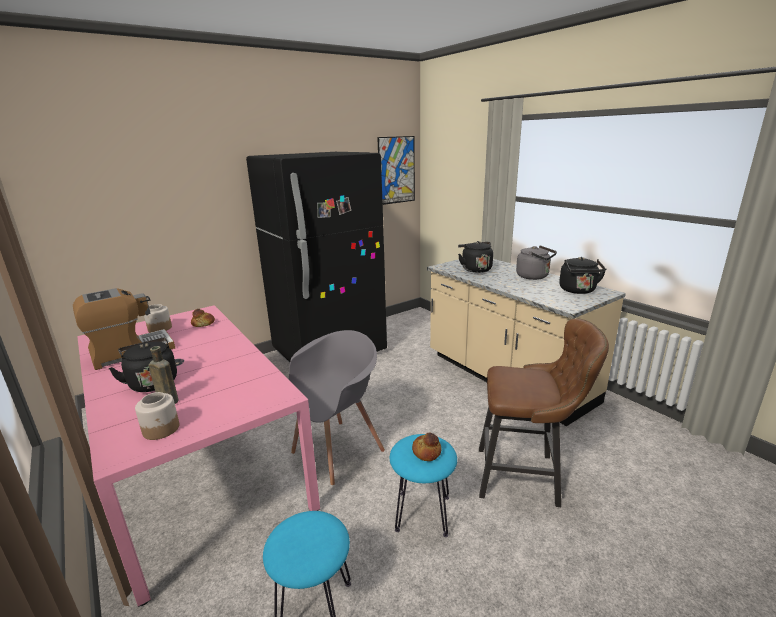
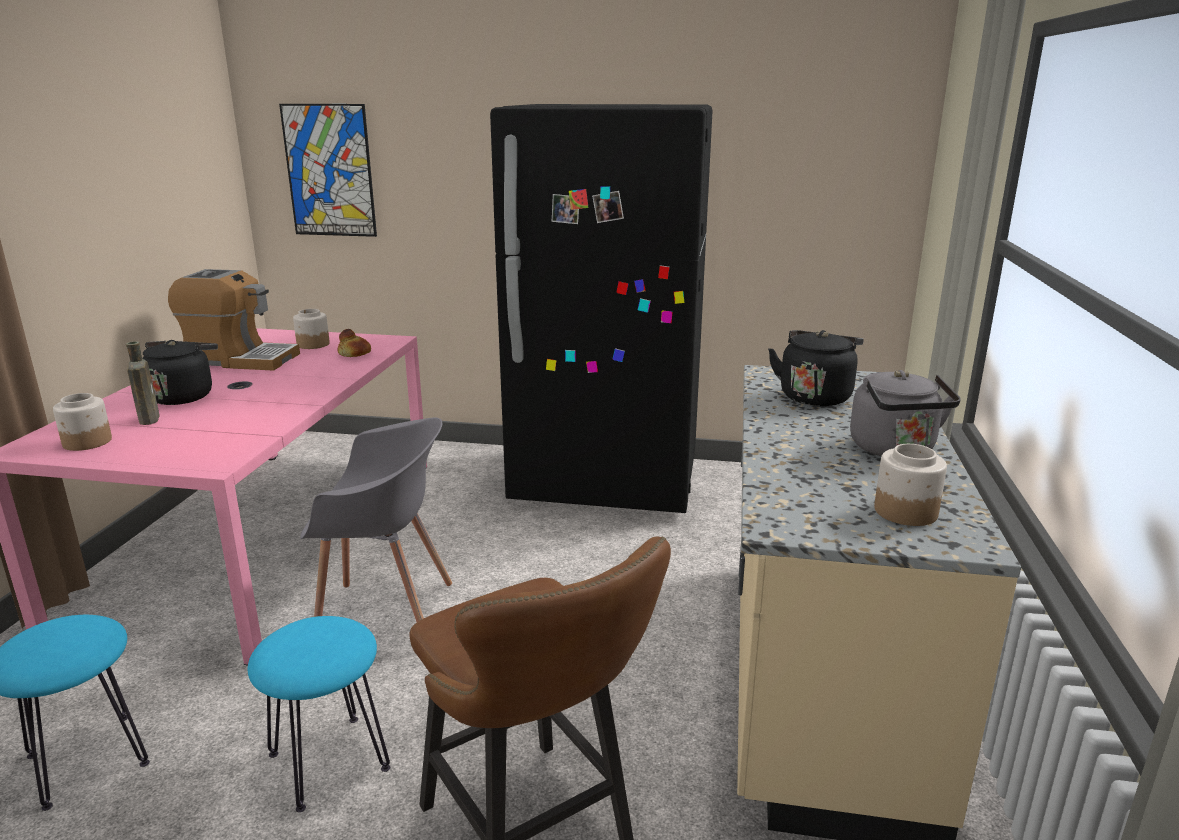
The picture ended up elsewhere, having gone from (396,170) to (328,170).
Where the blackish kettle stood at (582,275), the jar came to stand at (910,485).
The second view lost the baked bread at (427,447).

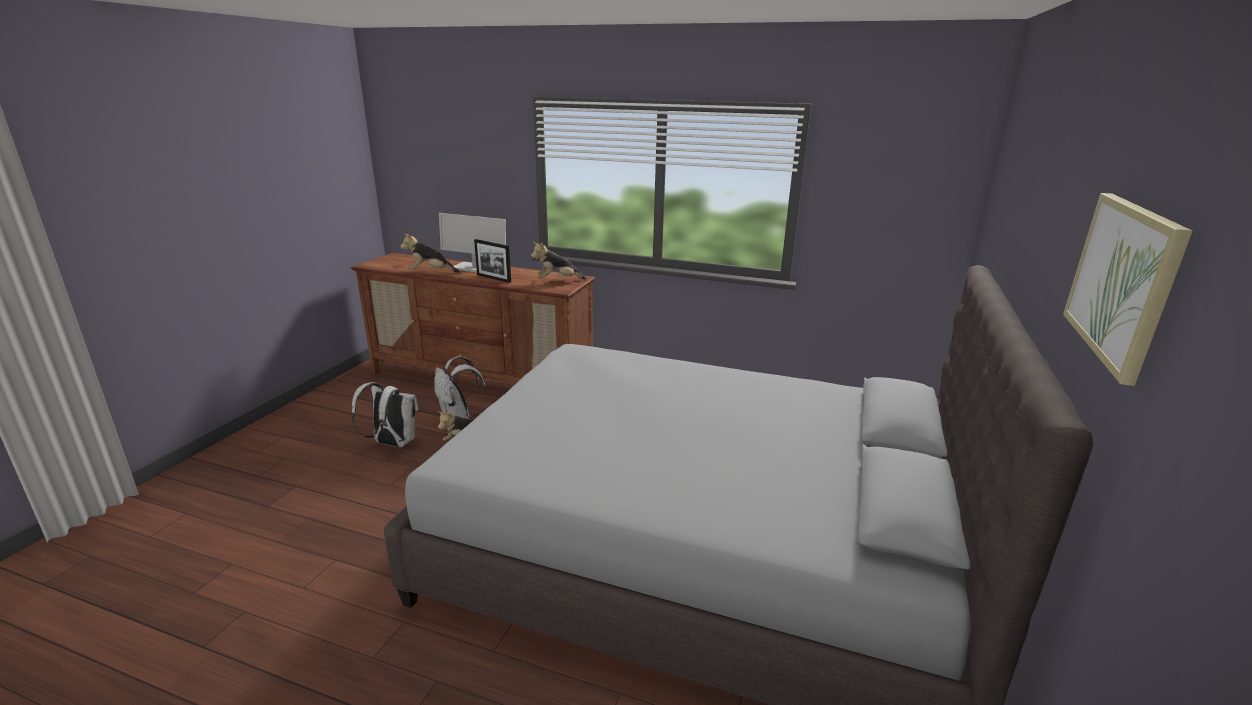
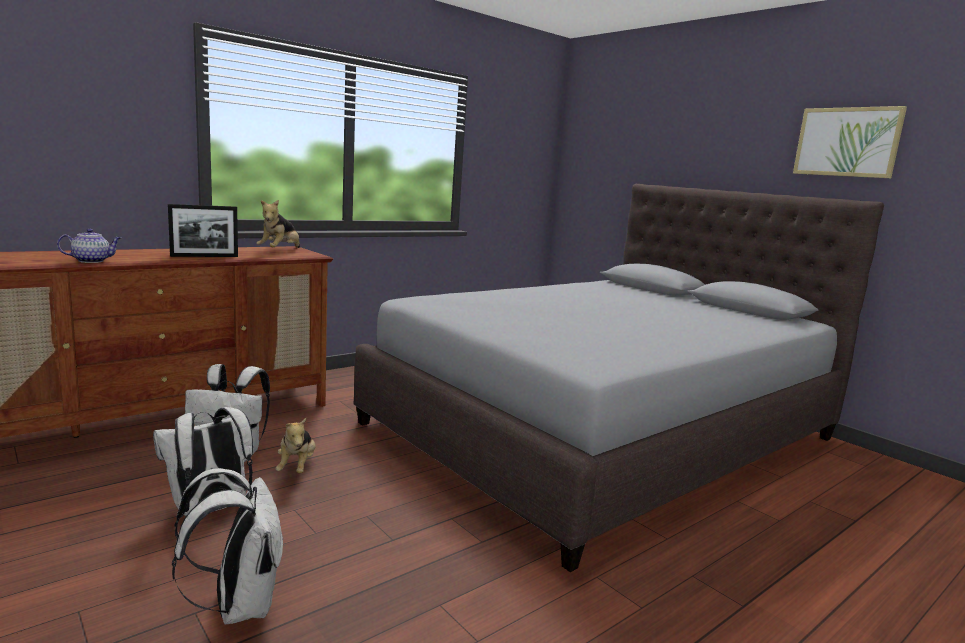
The second view lost the monitor at (472,243).
Where the plush toy stood at (430,252), the teapot came to stand at (89,246).
The second view gained the white knapsack at (228,546).

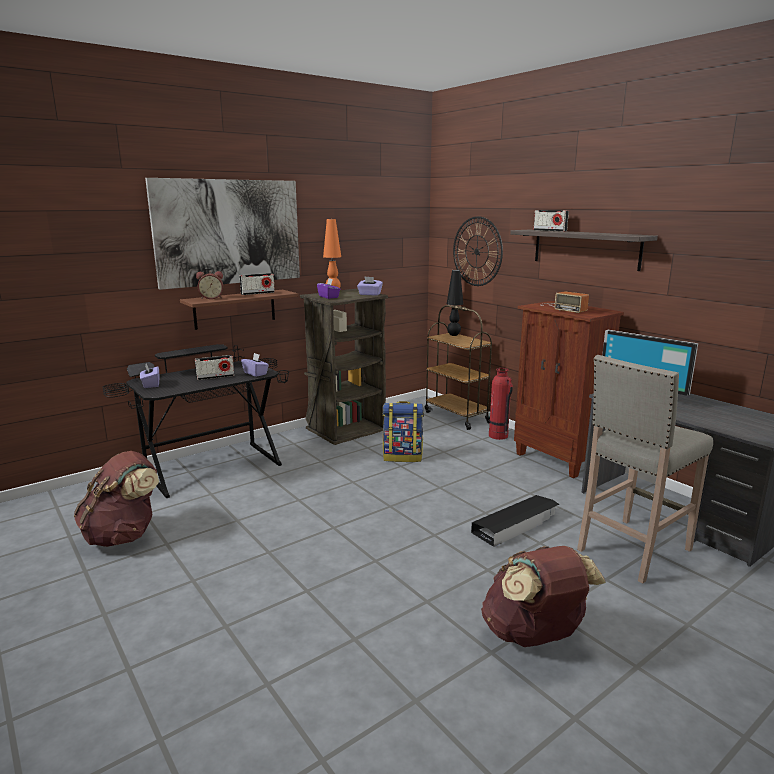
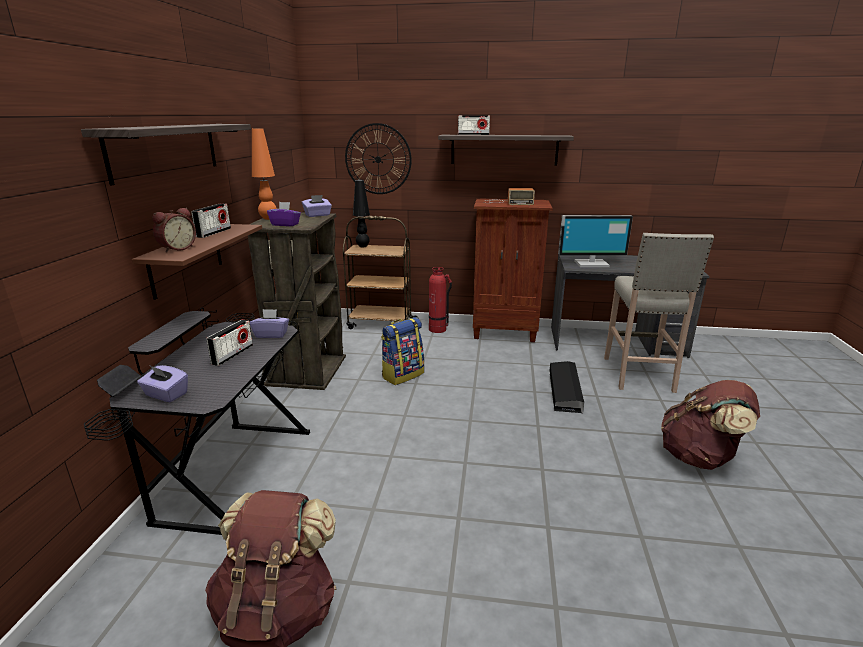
Where the picture hung at (222,234), the wall shelf came to hang at (166,155).

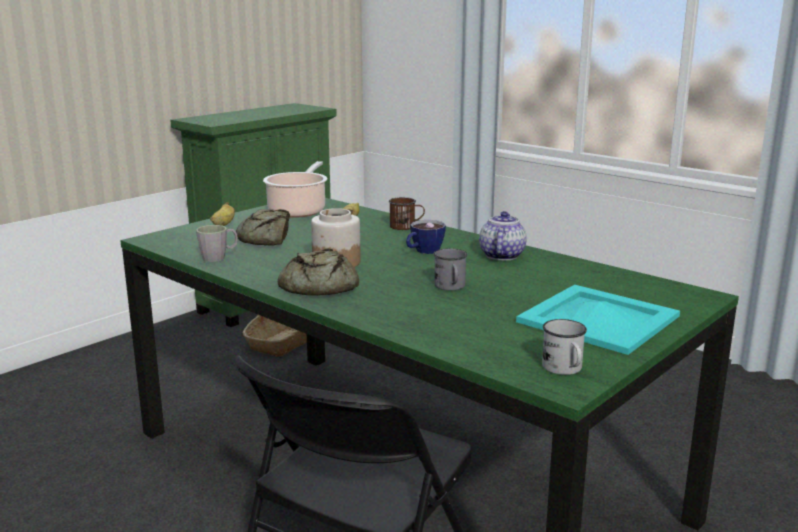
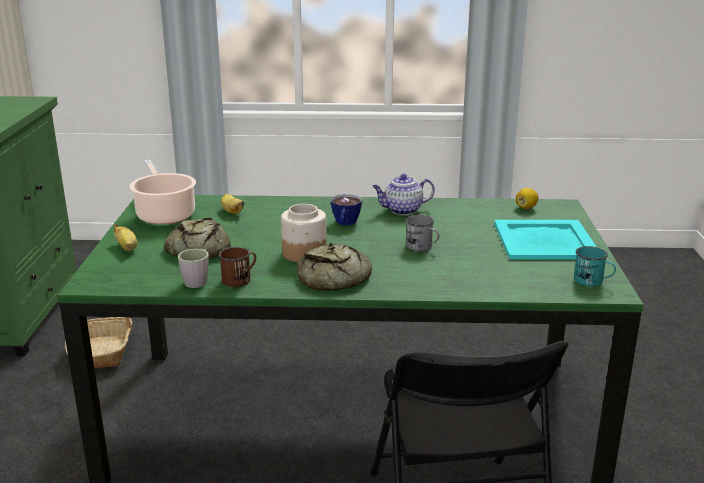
The brown-coloured coffee mug ended up elsewhere, having gone from (407,213) to (237,267).
The teapot at (503,235) ended up facing another way, 75 degrees counterclockwise from before.
What was the white coffee mug at (564,347) turned into the blue-green coffee mug at (595,266).
The second view gained the lemon at (527,198).

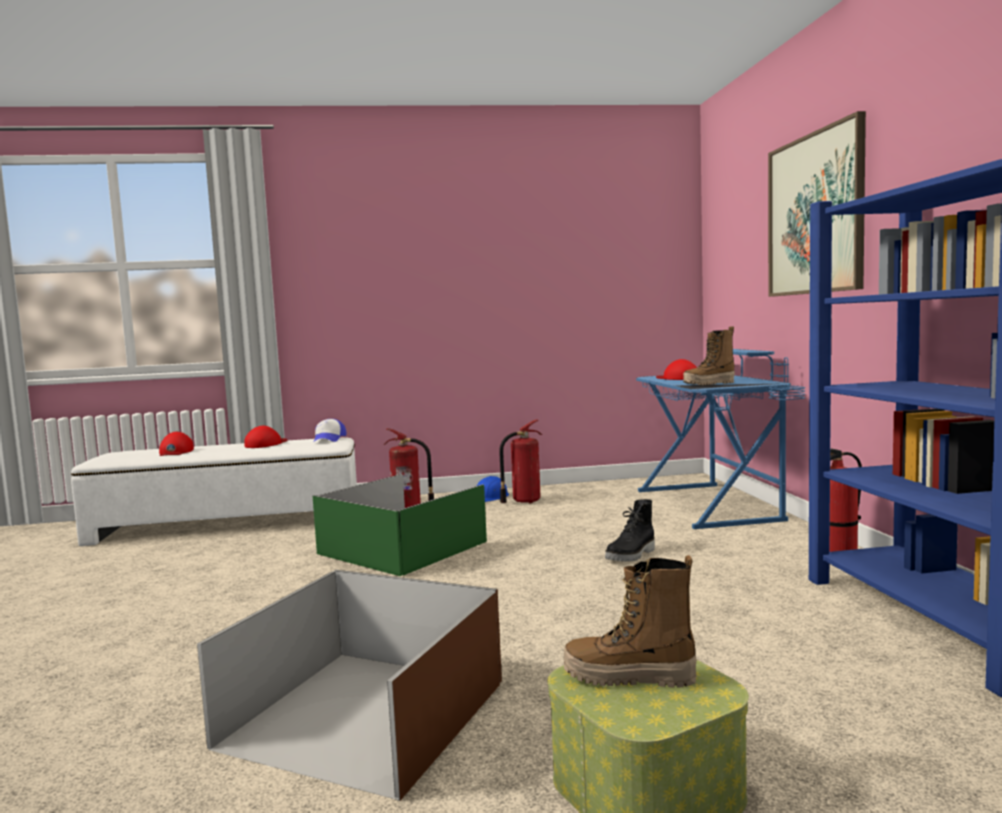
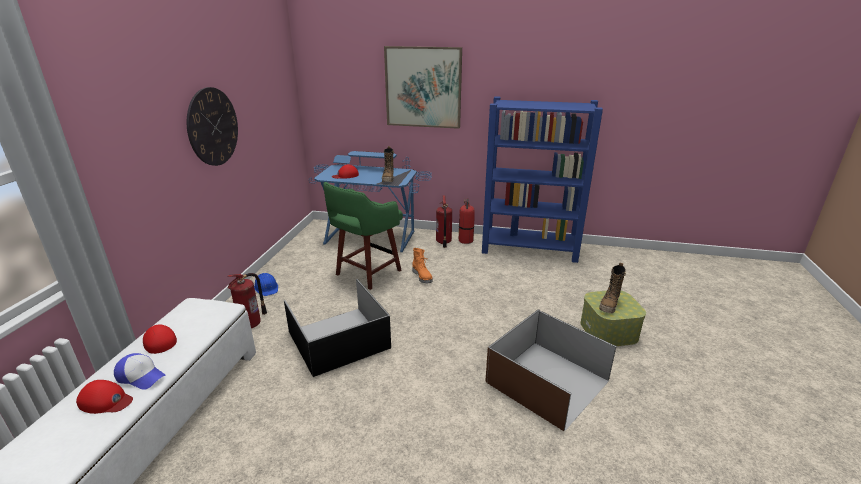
The baseball cap ended up elsewhere, having gone from (329,431) to (139,371).
The fire-fighting cylinder ended up elsewhere, having gone from (520,461) to (444,221).
What was the greenish storage container at (400,525) turned into the blackish storage container at (337,328).
What was the blackish high-top boot at (630,530) turned into the orange-coloured high-top boot at (422,265).
The second view gained the hanging clock at (212,126).
The second view gained the greenish stool seat at (363,236).

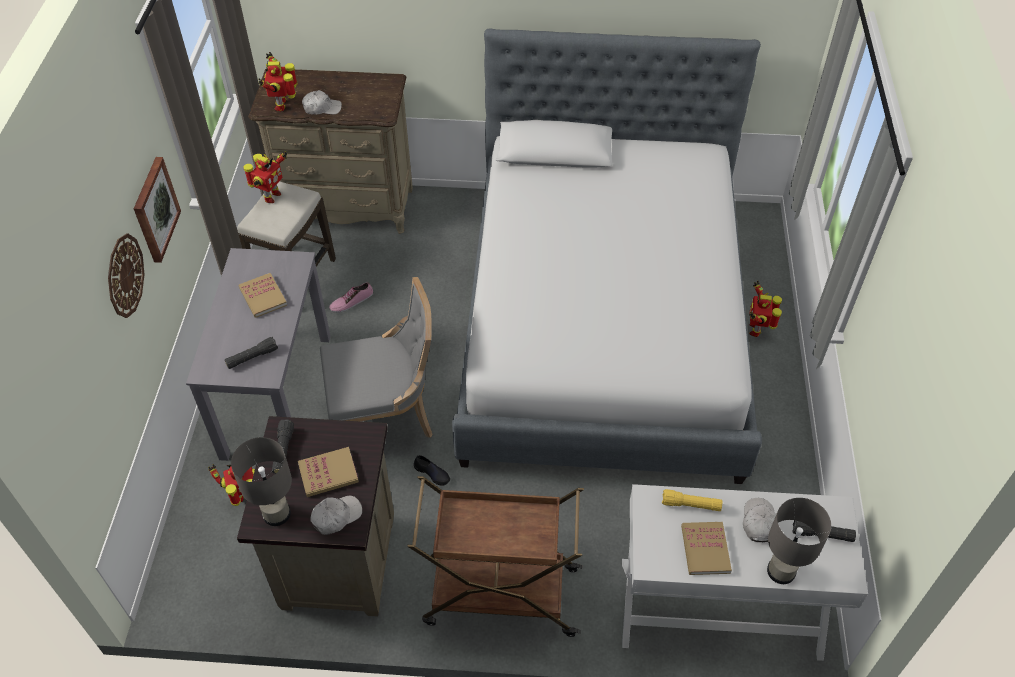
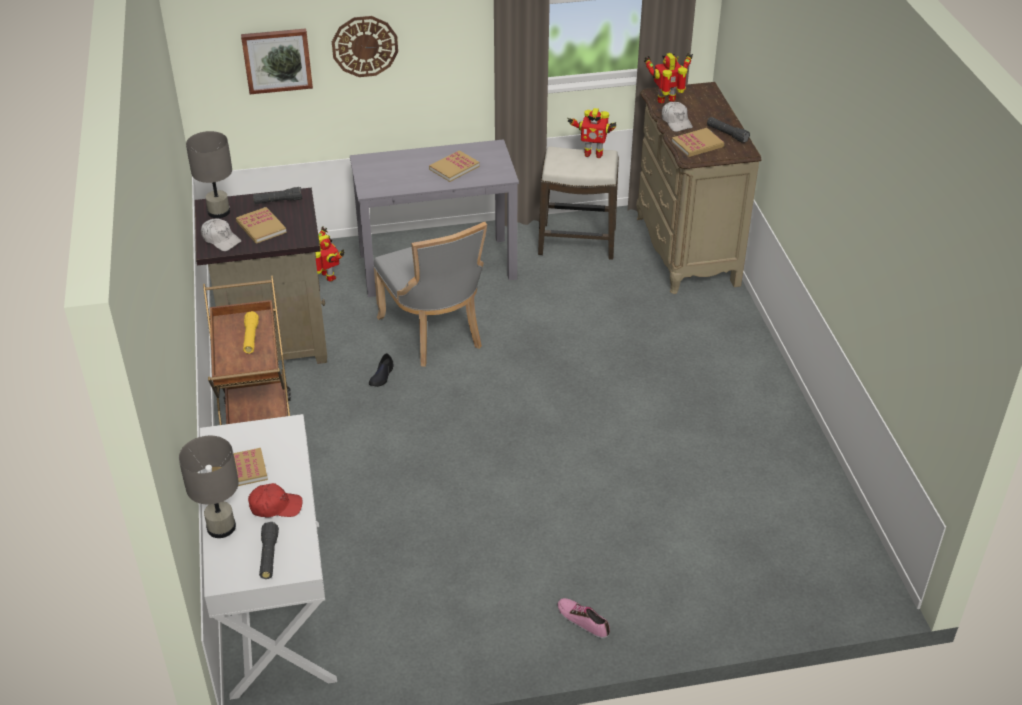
The second view lost the bedroom bed at (607,256).
The picture ended up elsewhere, having gone from (157,210) to (277,61).
The second view lost the toy robot at (765,308).
The item of footwear ended up elsewhere, having gone from (351,297) to (583,618).
The blackish flashlight ended up elsewhere, having gone from (251,353) to (728,130).
The yellow flashlight ended up elsewhere, having gone from (692,500) to (251,332).
What was the white baseball cap at (759,520) turned into the reddish baseball cap at (275,500).
The second view gained the bound book at (698,142).

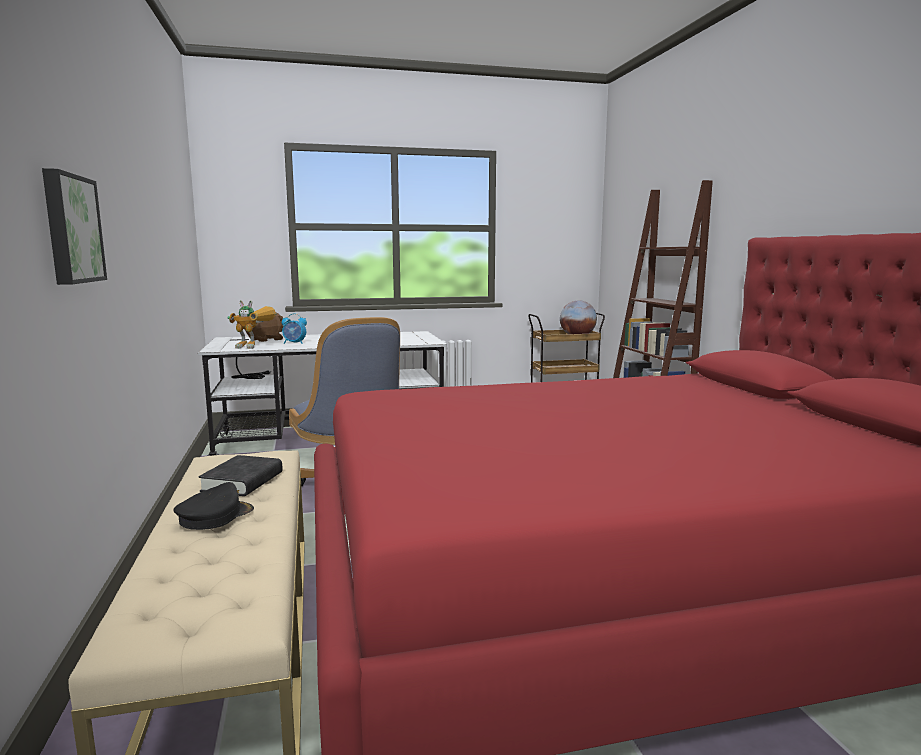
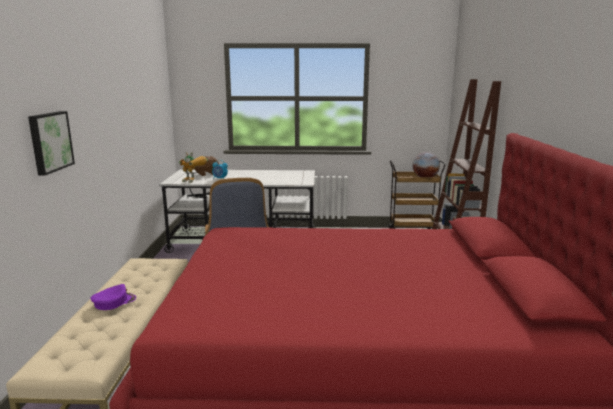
The second view lost the blackish bound book at (240,475).
What was the blackish baseball cap at (213,506) turned into the purplish baseball cap at (113,297).

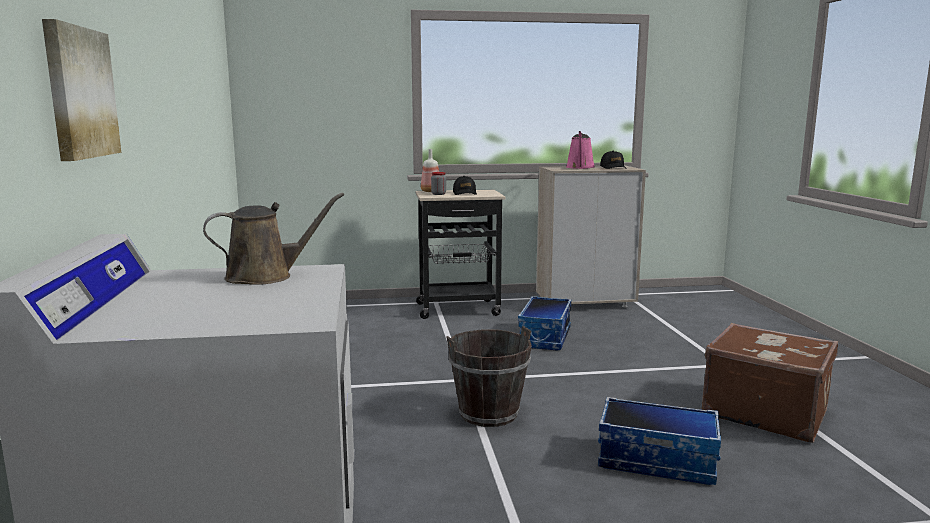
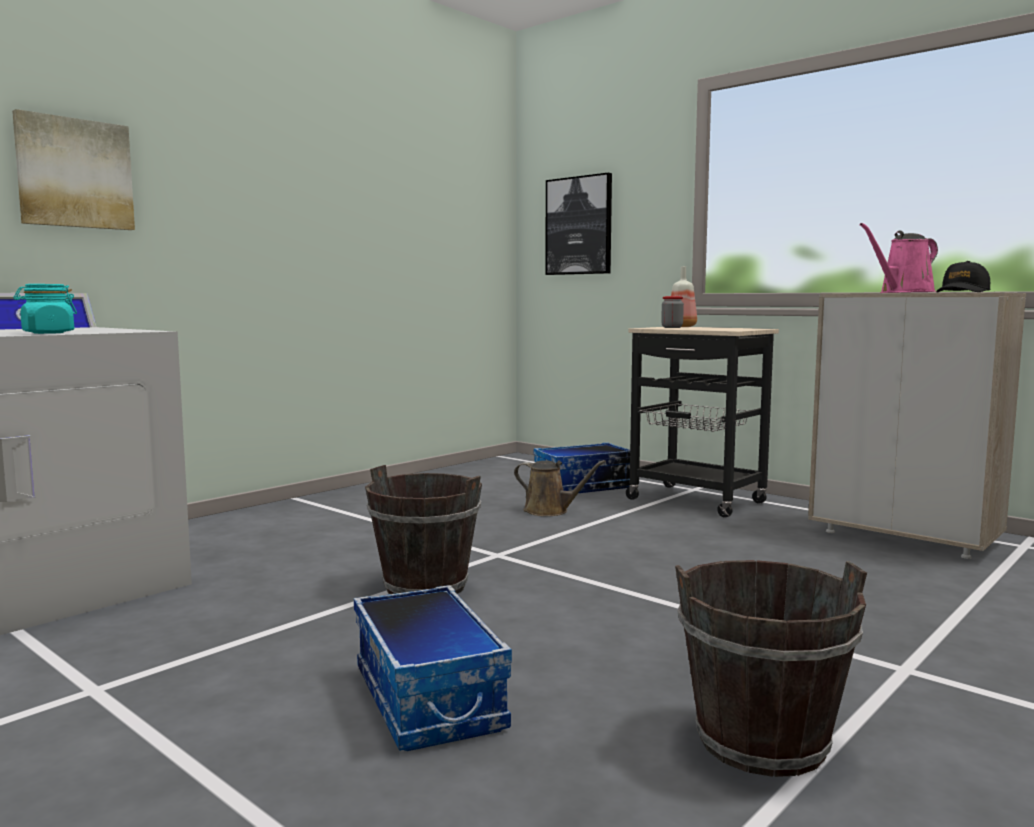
The second view lost the blackish baseball cap at (465,185).
The brown-coloured watering can ended up elsewhere, having gone from (273,239) to (560,488).
The storage container ended up elsewhere, having gone from (545,323) to (582,467).
Where the brown-coloured piece of luggage stood at (769,383), the brown-coloured bucket came to stand at (771,668).
The second view gained the picture at (578,224).
The second view gained the blue-green jar at (45,309).

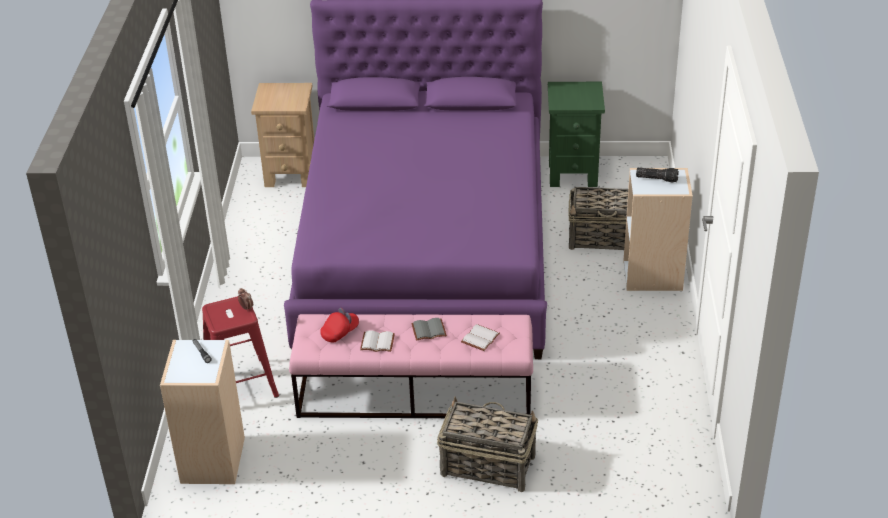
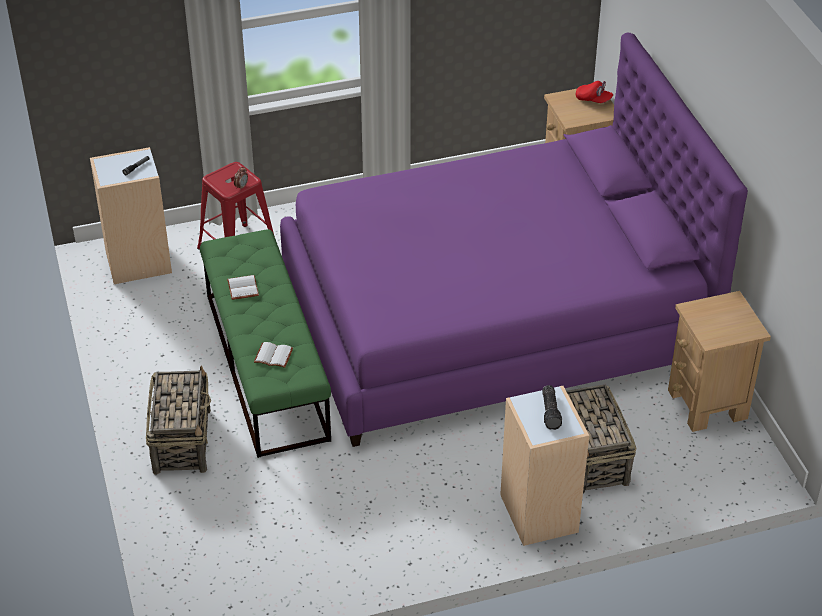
What was the greenish night table at (576,134) turned into the beige night table at (719,361).
The reddish baseball cap ended up elsewhere, having gone from (339,325) to (594,92).
What was the pinkish indoor bench at (411,366) turned into the greenish indoor bench at (265,343).
The second view lost the greyish bound book at (429,329).

